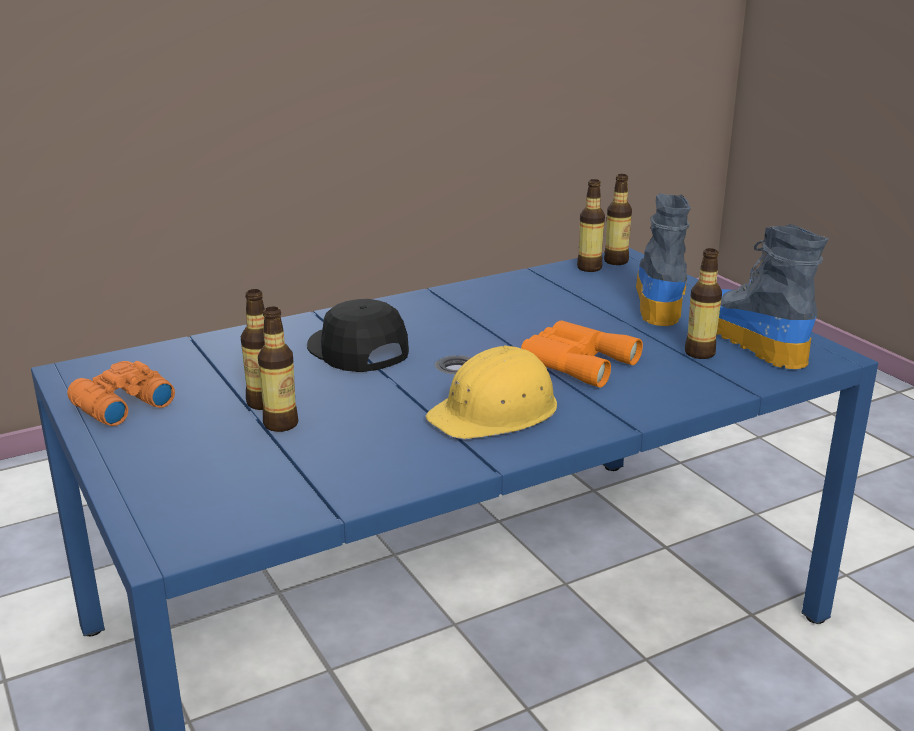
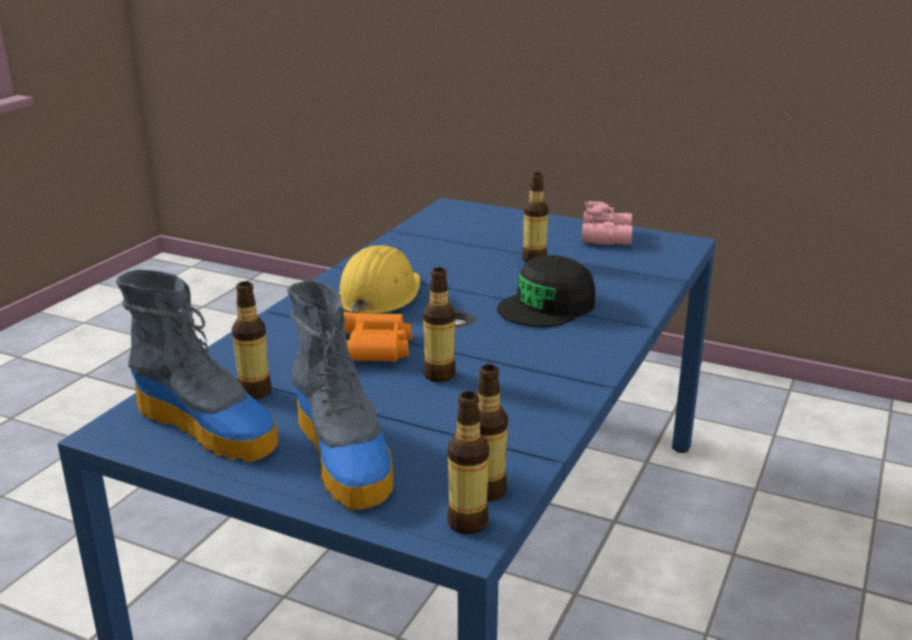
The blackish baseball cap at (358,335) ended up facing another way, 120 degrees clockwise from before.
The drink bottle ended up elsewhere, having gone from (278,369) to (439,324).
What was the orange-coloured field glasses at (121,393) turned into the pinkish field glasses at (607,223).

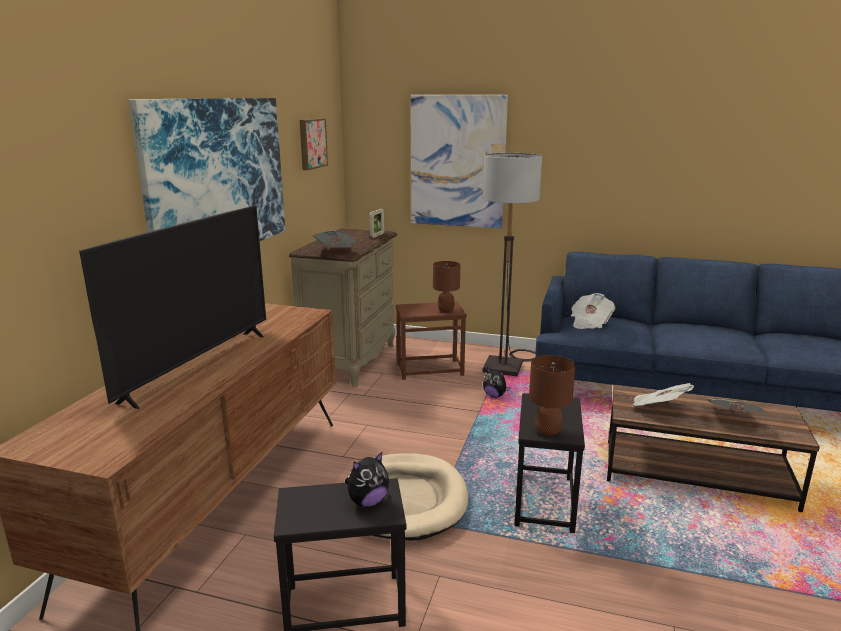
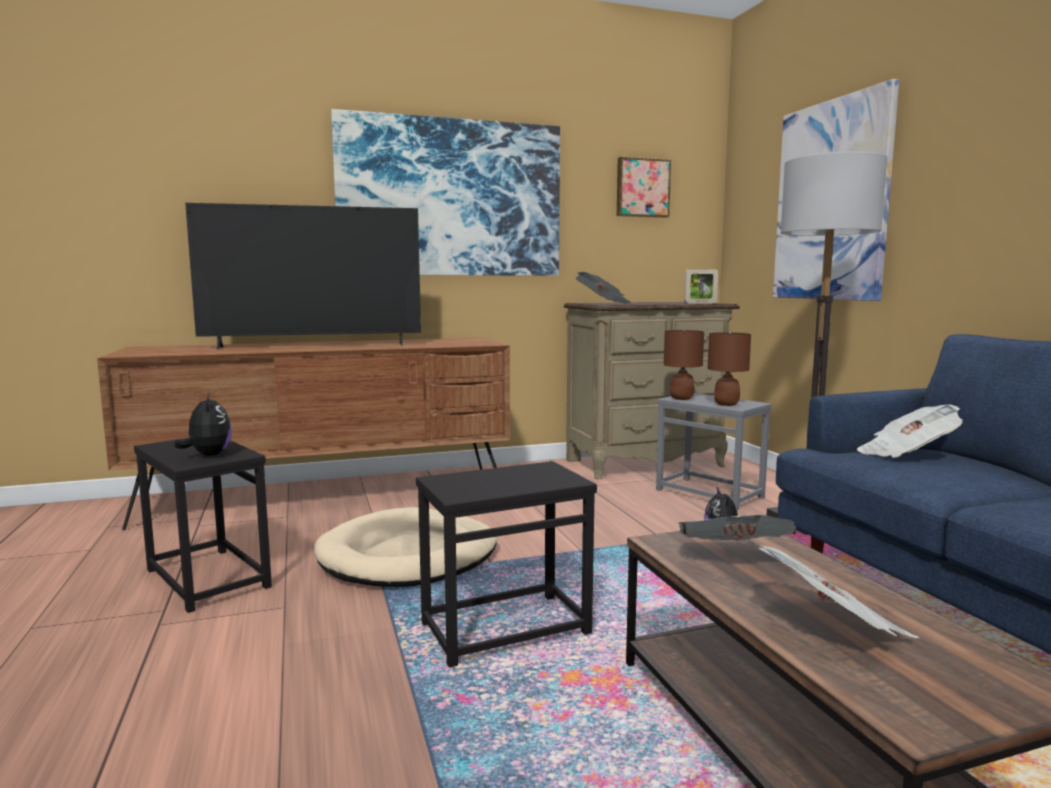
What was the brown-coloured side table at (431,340) turned into the greyish side table at (714,451).
The brown-coloured table lamp ended up elsewhere, having gone from (552,395) to (684,365).
The plush toy at (367,479) ended up facing another way, 135 degrees counterclockwise from before.

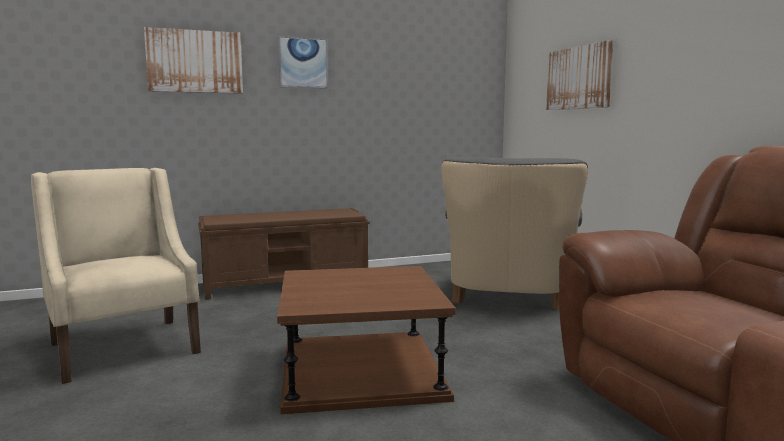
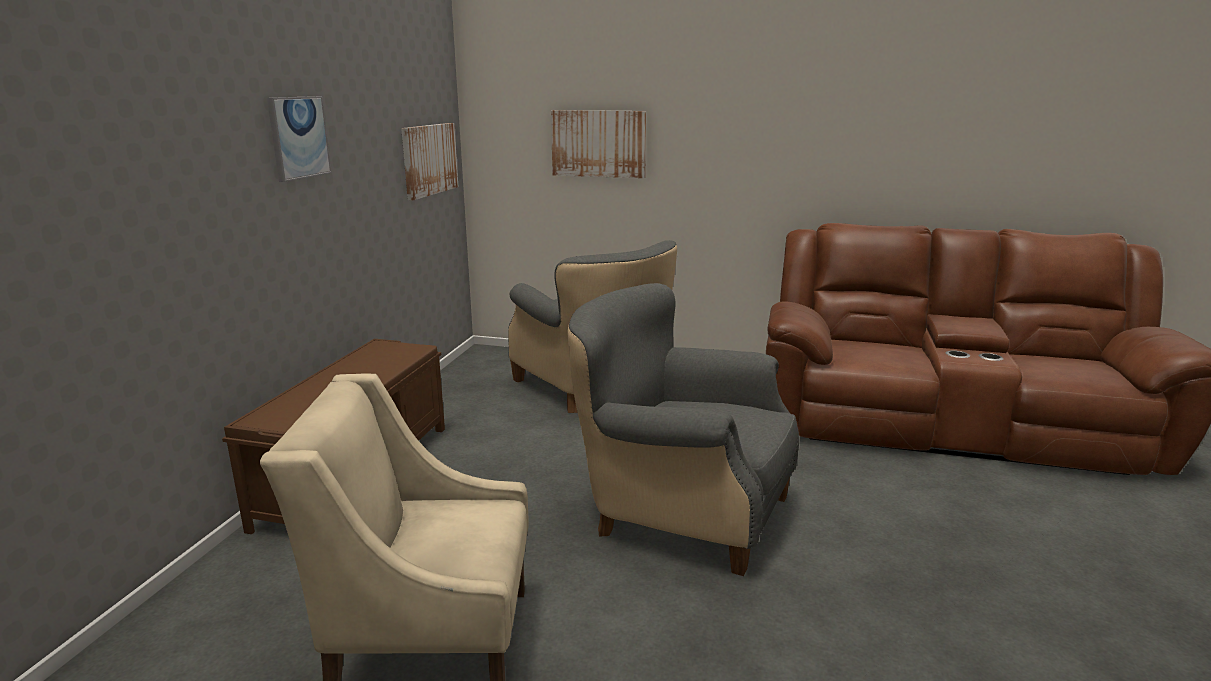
The picture ended up elsewhere, having gone from (193,60) to (430,162).
Where the brown-coloured side table stood at (366,340), the greyish armchair came to stand at (683,429).

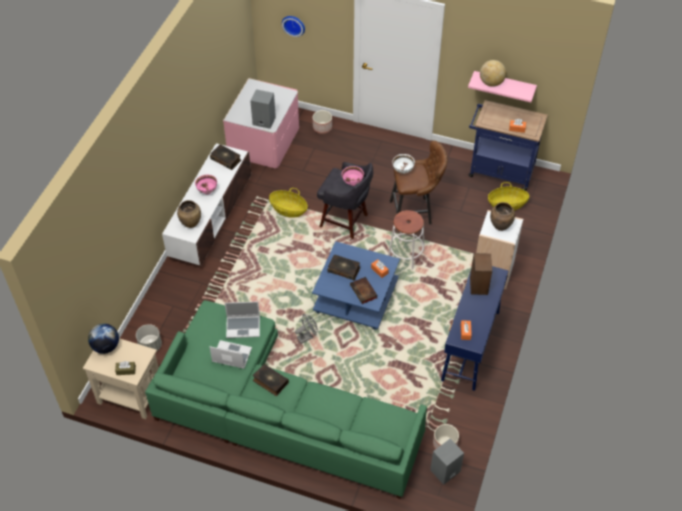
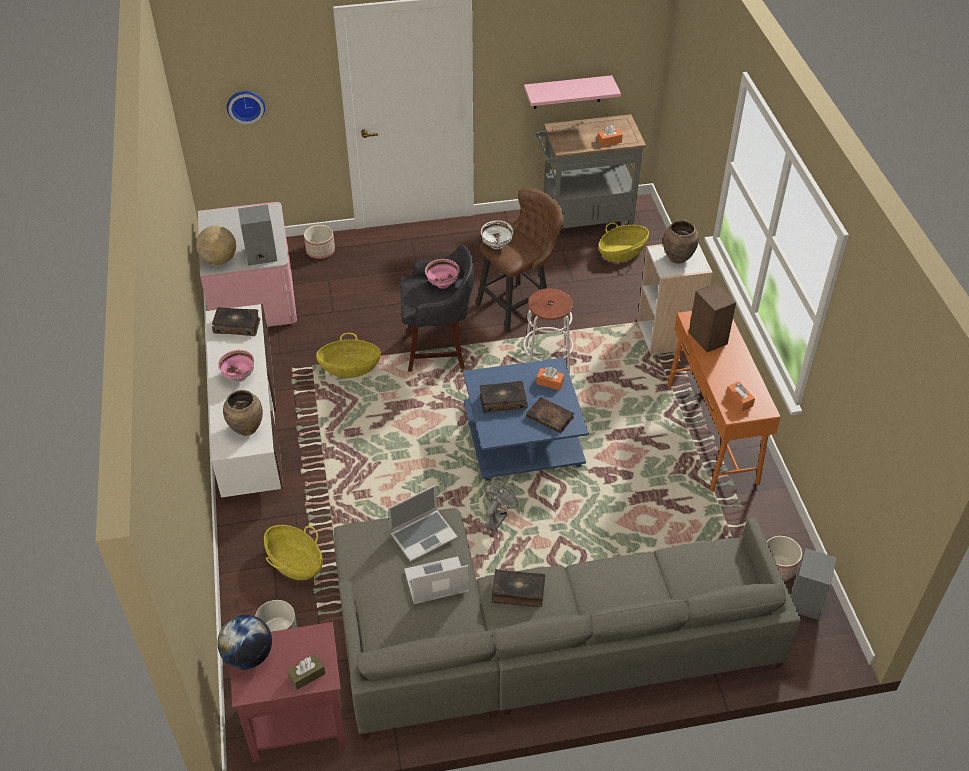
The desk globe ended up elsewhere, having gone from (493,73) to (216,245).
What was the bluish cart at (508,145) turned into the greyish cart at (591,171).
What was the bluish console table at (474,328) turned into the orange-coloured console table at (724,401).
What was the greenish sofa at (286,399) turned into the greyish sofa at (567,624).
What was the beige side table at (121,378) turned into the reddish side table at (288,692).
The second view gained the household basket at (293,552).

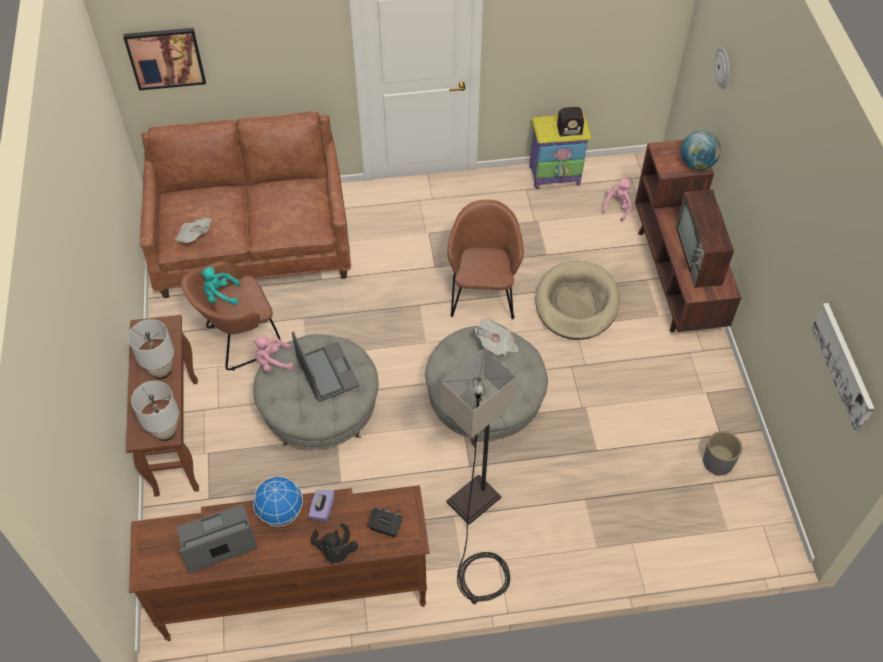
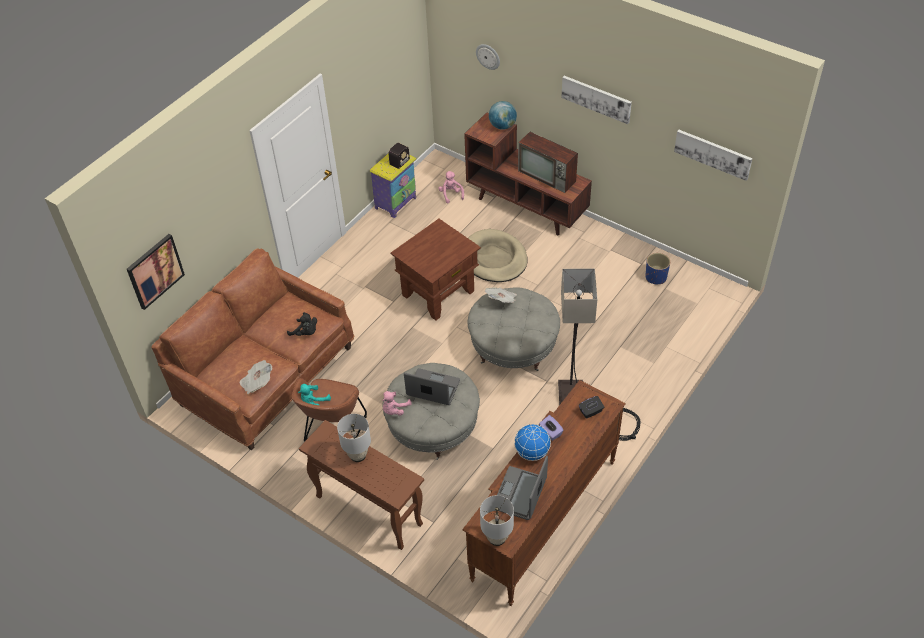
Where the brown-coloured armchair stood at (485,259), the brown-coloured side table came to stand at (435,269).
The white table lamp ended up elsewhere, having gone from (155,411) to (497,520).
What was the greyish flower pot at (722,453) turned into the bluish flower pot at (658,268).
The blackish plush toy ended up elsewhere, having gone from (334,543) to (302,324).
The second view gained the picture at (596,100).

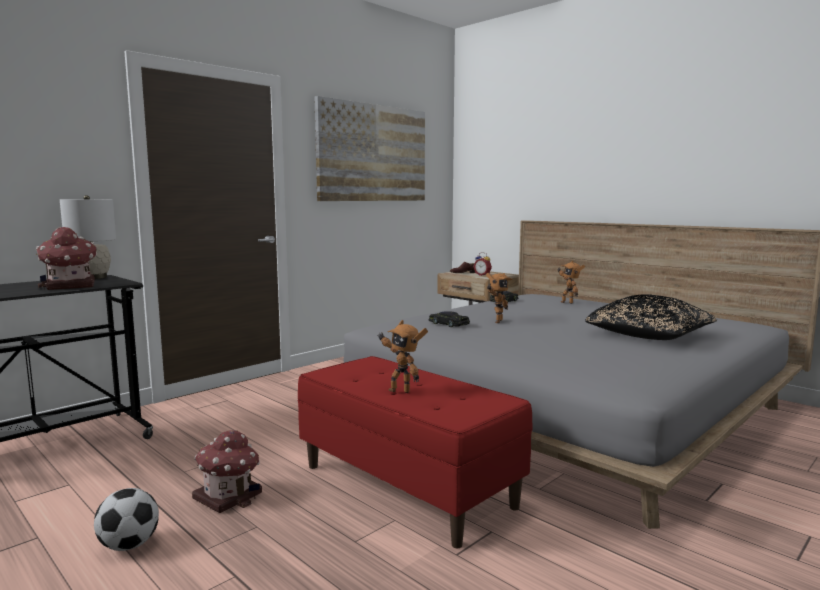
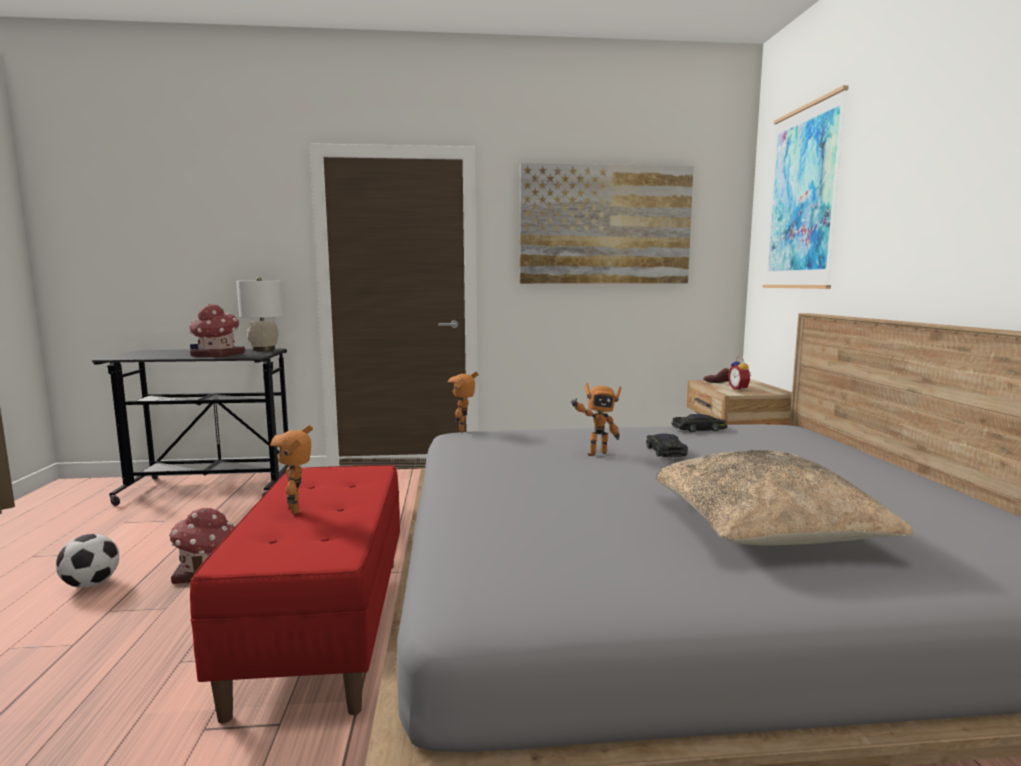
The toy robot ended up elsewhere, having gone from (571,282) to (463,402).
What was the blackish cushion at (651,317) turned into the beige cushion at (785,497).
The blackish miniature car ended up elsewhere, having gone from (449,319) to (667,445).
The second view gained the picture at (805,187).

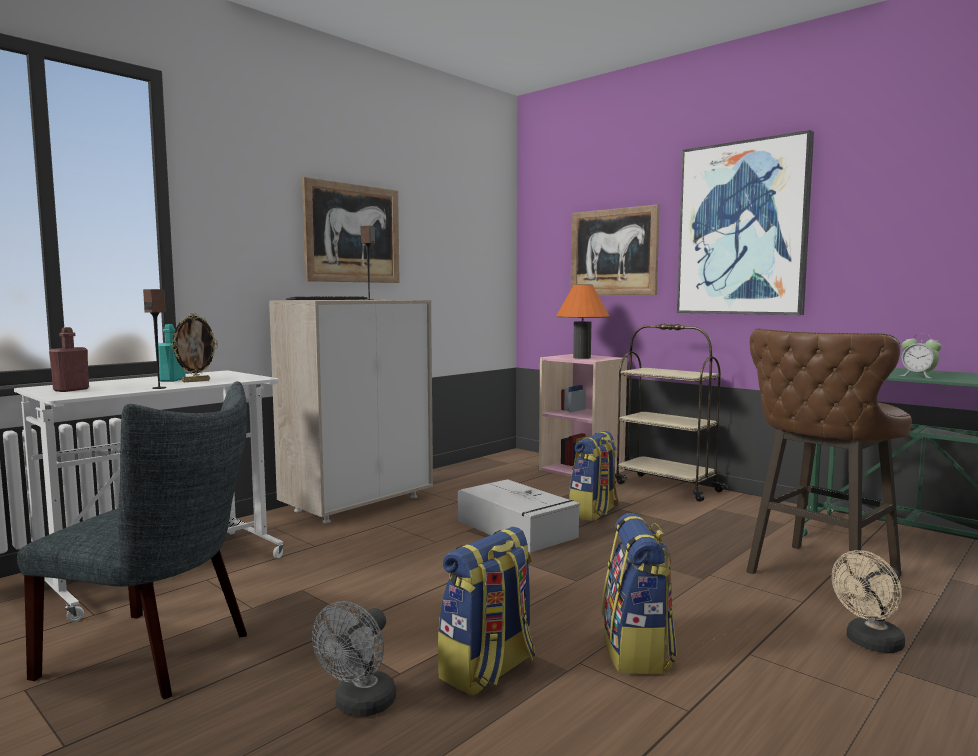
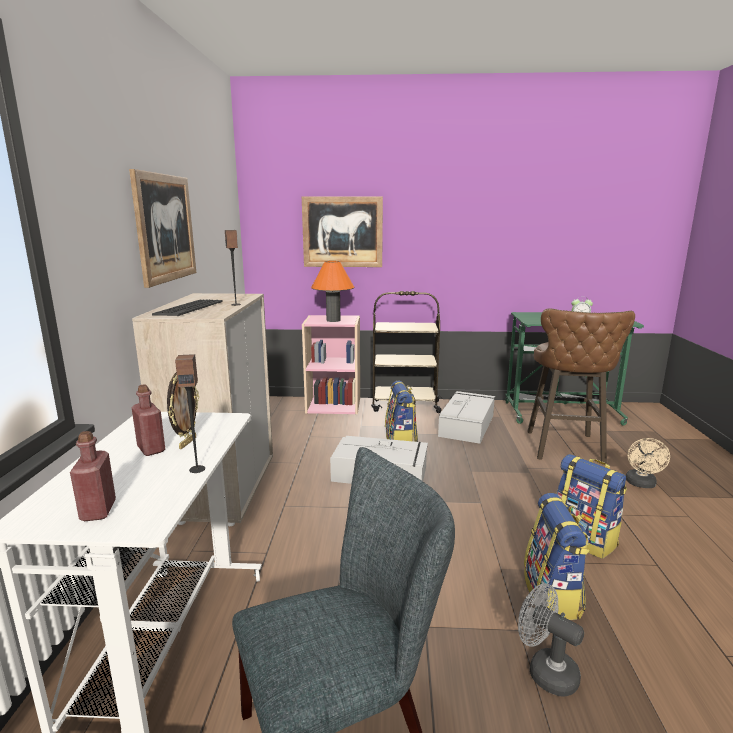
The second view lost the picture at (745,222).
What was the blue-green drink bottle at (172,353) turned into the reddish drink bottle at (148,420).
The greyish fan at (354,659) ended up facing another way, 150 degrees clockwise from before.
The second view gained the greyish storage container at (466,417).

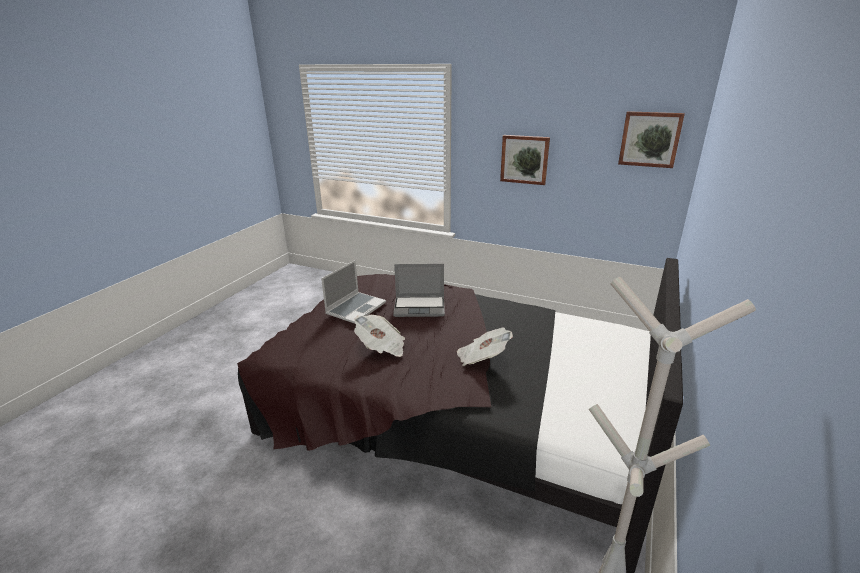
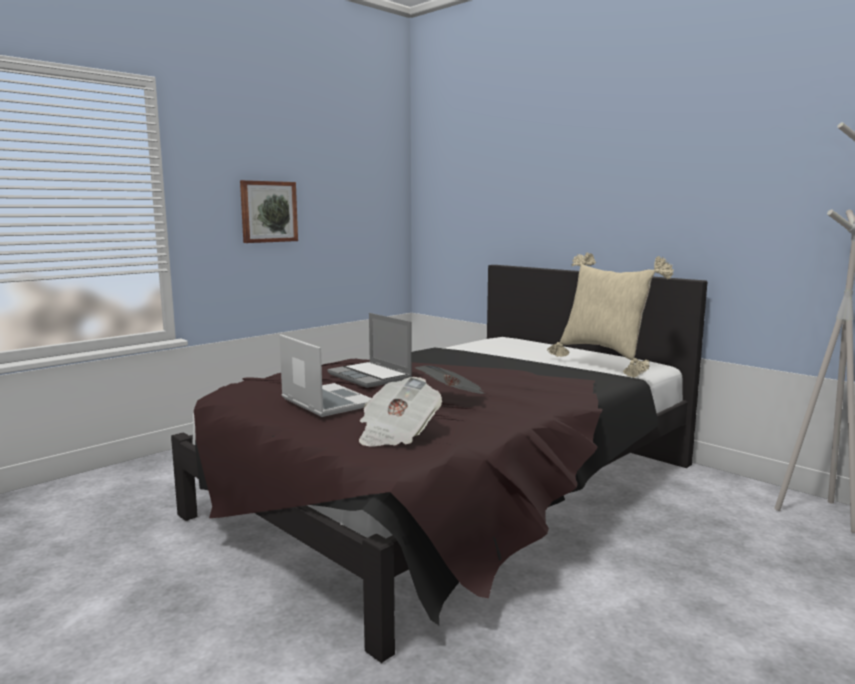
The second view lost the picture at (651,139).
The notebook computer at (419,290) ended up facing another way, 120 degrees clockwise from before.
The daily paper ended up elsewhere, having gone from (485,346) to (400,412).
The second view gained the beige cushion at (610,315).

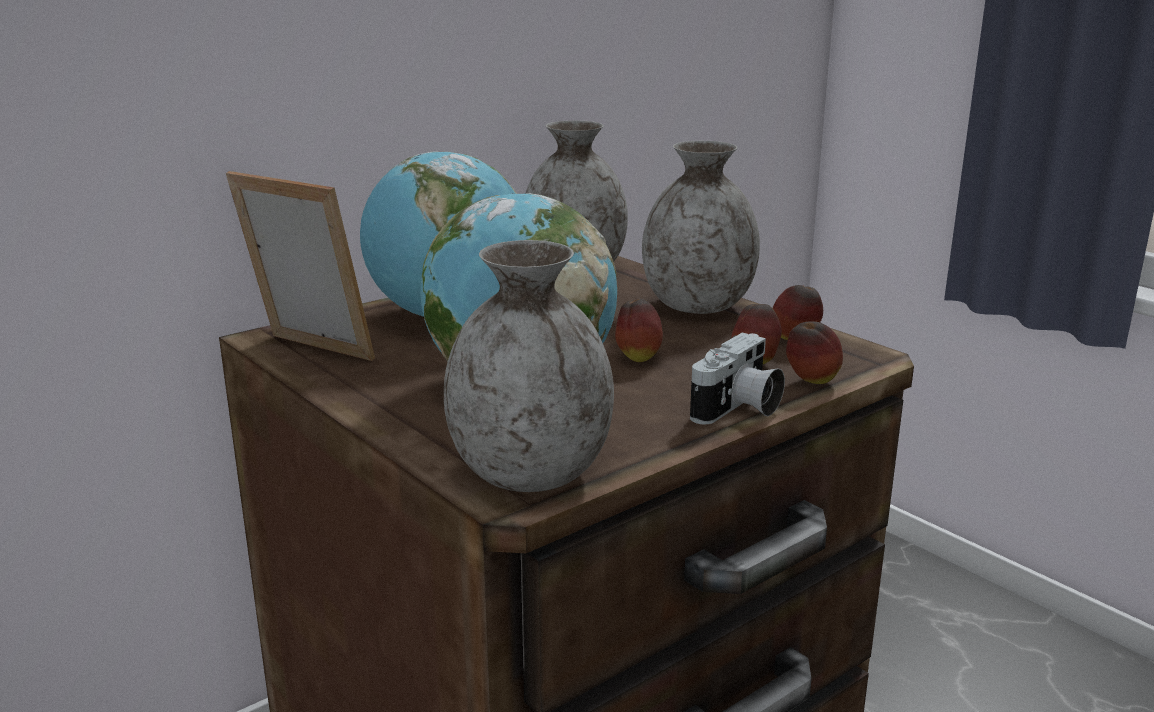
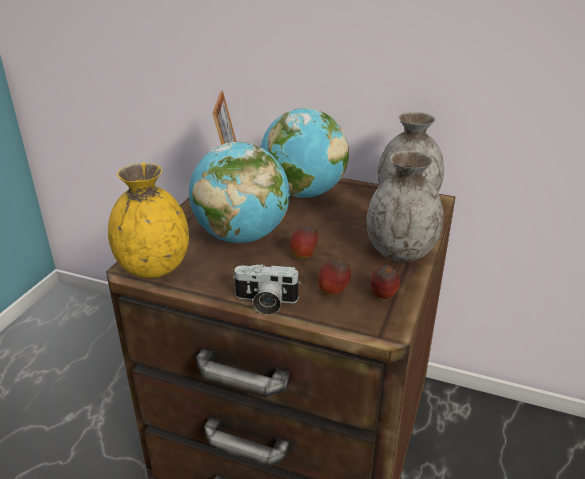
What was the greyish decorative vase at (529,366) turned into the yellow decorative vase at (148,220).
The second view lost the whole apple at (814,352).

